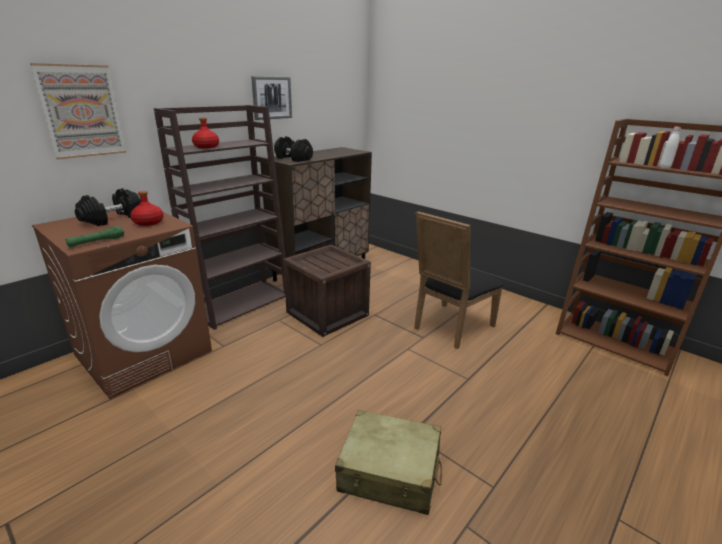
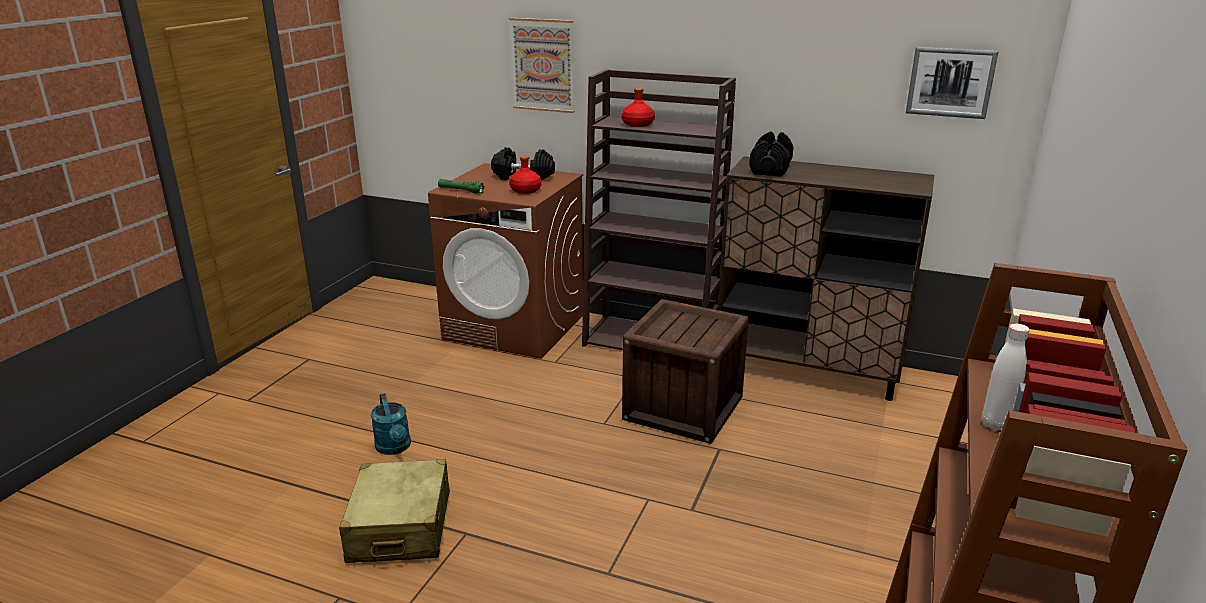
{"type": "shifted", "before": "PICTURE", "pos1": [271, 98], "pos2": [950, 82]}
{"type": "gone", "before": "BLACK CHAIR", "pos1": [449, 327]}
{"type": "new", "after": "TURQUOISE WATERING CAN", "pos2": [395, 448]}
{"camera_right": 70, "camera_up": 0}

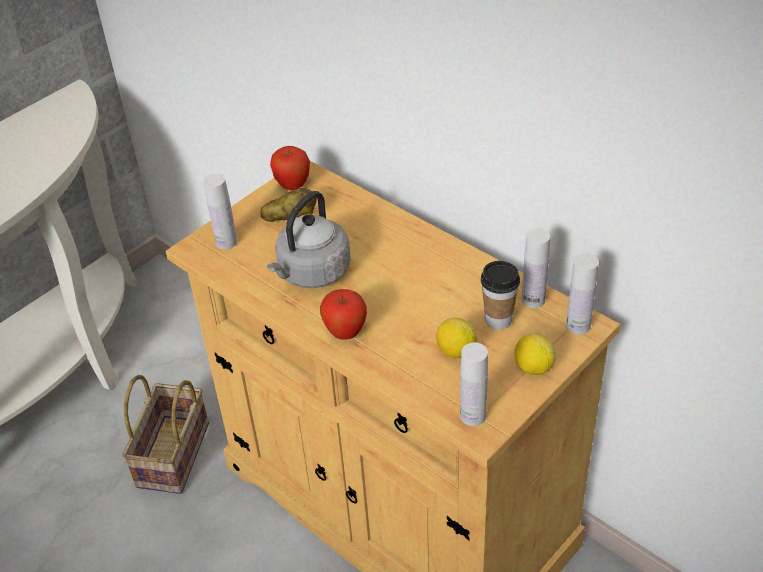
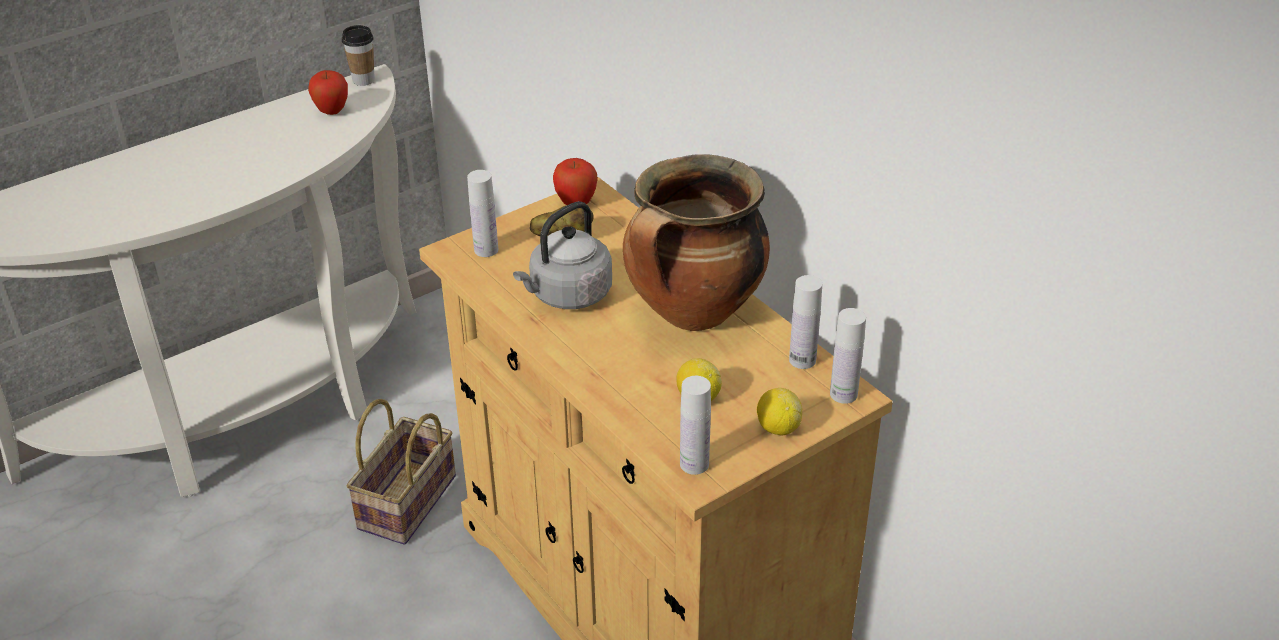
{"type": "shifted", "before": "APPLE", "pos1": [345, 333], "pos2": [332, 111]}
{"type": "shifted", "before": "CUP", "pos1": [498, 320], "pos2": [363, 80]}
{"type": "new", "after": "COOKING POT", "pos2": [693, 313]}
{"camera_right": 10, "camera_up": -5}

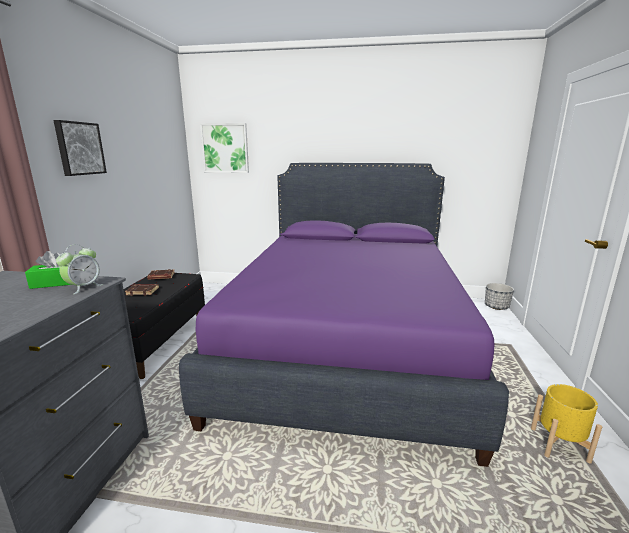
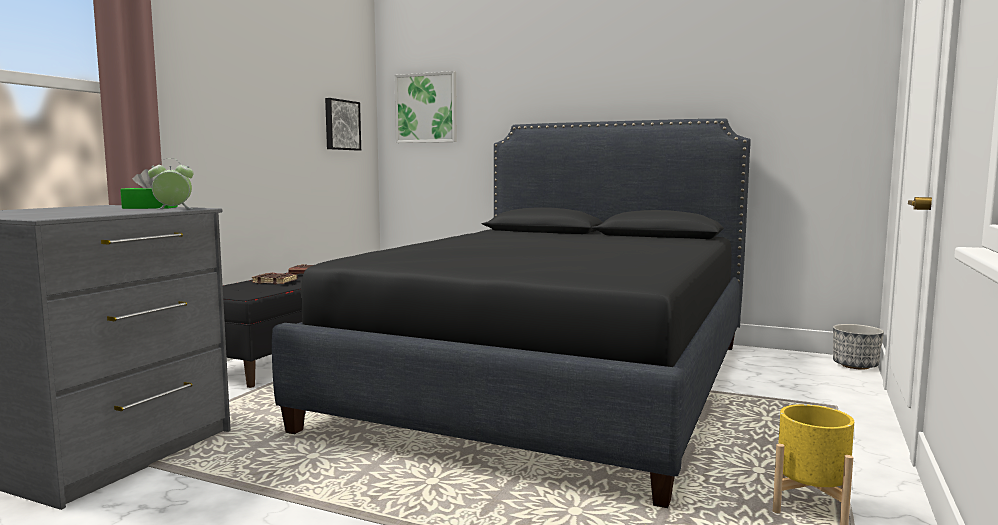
{"type": "shifted", "before": "PICTURE", "pos1": [79, 148], "pos2": [341, 125]}
{"type": "rotated", "before": "ALARM CLOCK", "pos1": [83, 288], "pos2": [173, 209], "turn": -150}
{"type": "repainted", "before": "PURPLE BED", "after": "BLACK BED", "pos1": [347, 343], "pos2": [554, 382]}
{"camera_right": 15, "camera_up": -10}

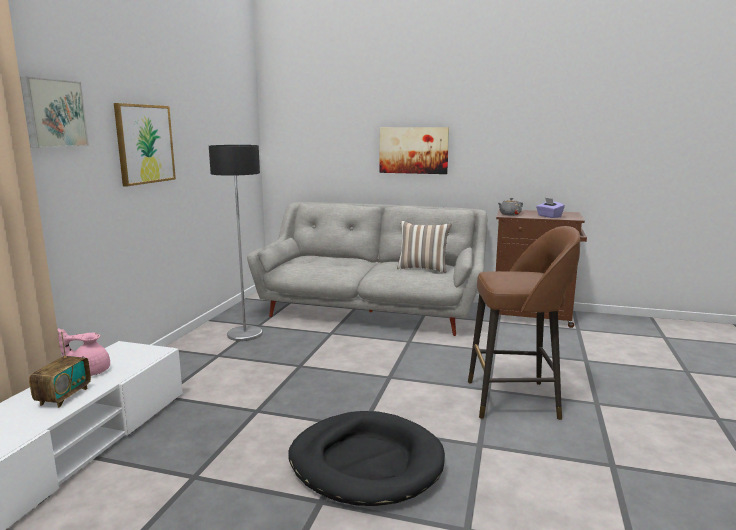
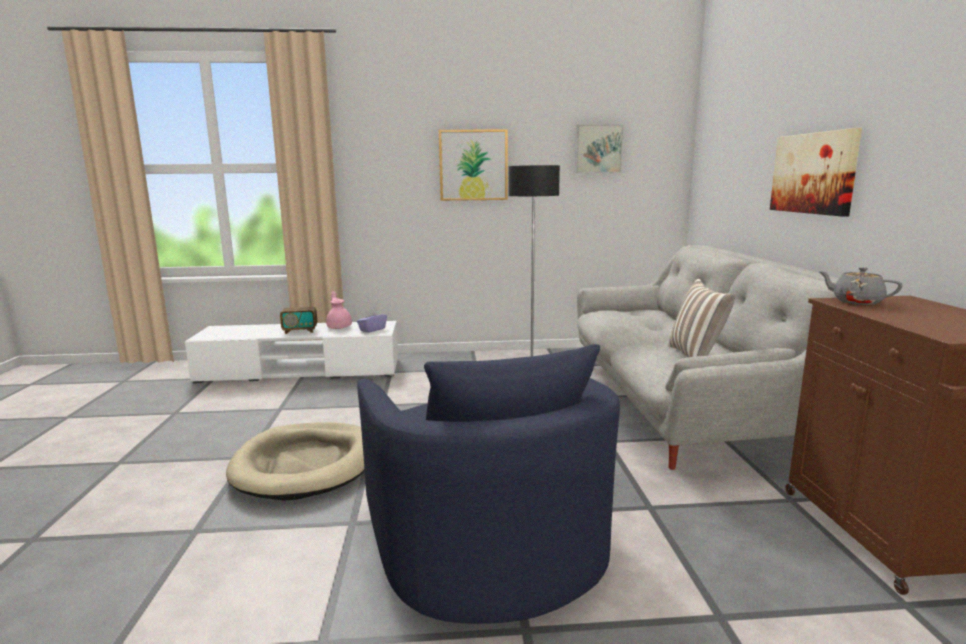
{"type": "shifted", "before": "PICTURE", "pos1": [53, 113], "pos2": [598, 149]}
{"type": "repainted", "before": "BLACK DOG BED", "after": "BEIGE DOG BED", "pos1": [366, 462], "pos2": [306, 465]}
{"type": "swapped", "before": "BROWN STOOL", "after": "BLUE ARMCHAIR", "pos1": [515, 400], "pos2": [485, 540]}
{"type": "shifted", "before": "PURPLE TISSUE BOX", "pos1": [549, 216], "pos2": [372, 329]}
{"camera_right": 70, "camera_up": 0}

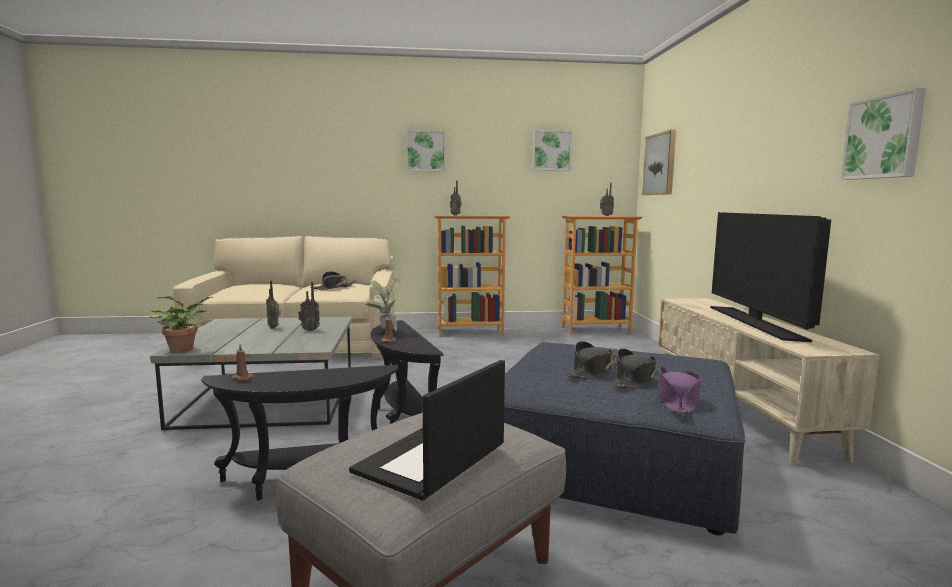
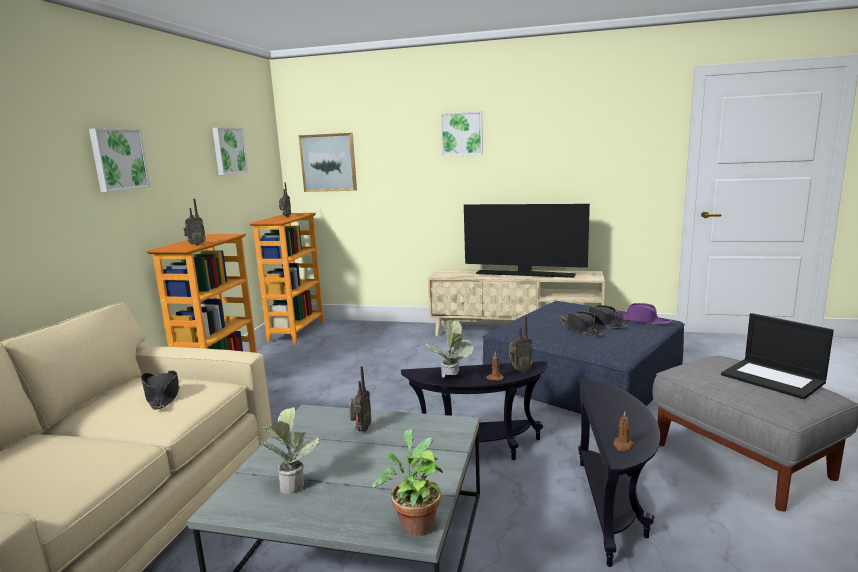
{"type": "shifted", "before": "RADIO", "pos1": [274, 327], "pos2": [519, 370]}
{"type": "shifted", "before": "PICTURE", "pos1": [884, 137], "pos2": [462, 134]}
{"type": "new", "after": "POTTED PLANT", "pos2": [293, 483]}
{"camera_right": -70, "camera_up": 5}

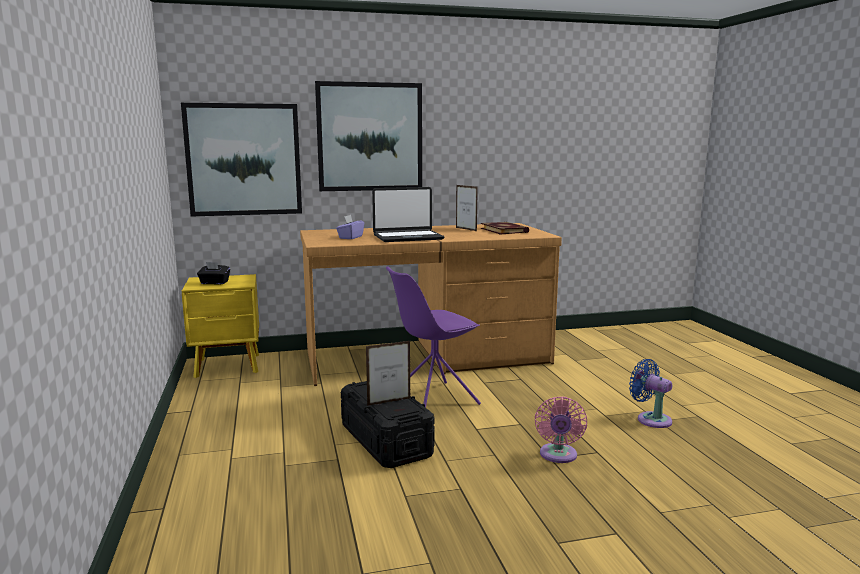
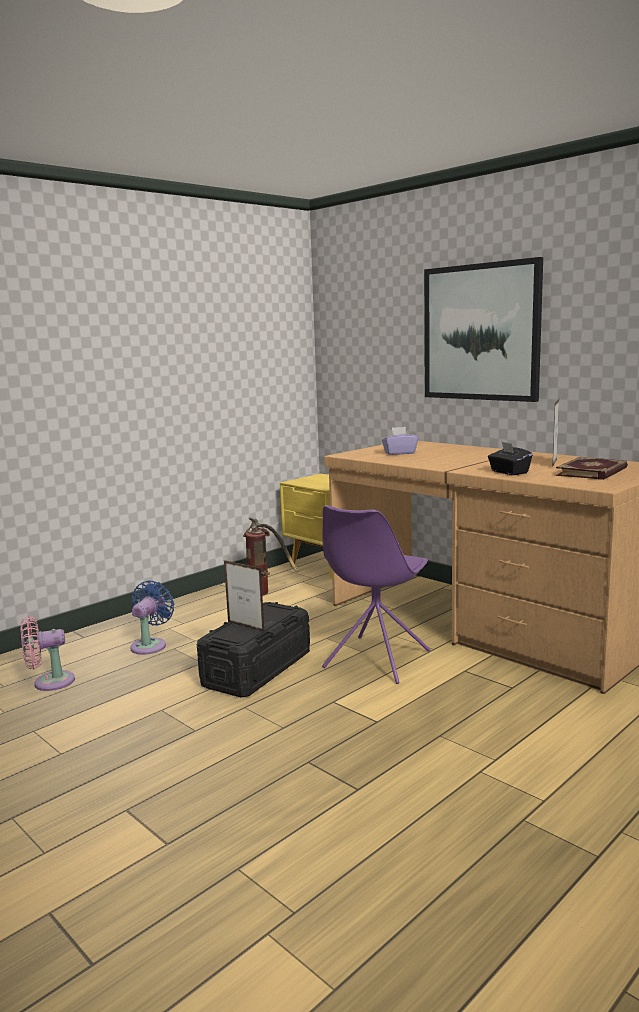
{"type": "gone", "before": "PICTURE", "pos1": [244, 160]}
{"type": "shifted", "before": "BLACK TISSUE BOX", "pos1": [214, 283], "pos2": [509, 472]}
{"type": "gone", "before": "LAPTOP", "pos1": [408, 237]}
{"type": "rotated", "before": "PURPLE CHAIR", "pos1": [432, 400], "pos2": [375, 660], "turn": -90}
{"type": "shifted", "before": "PINK FAN", "pos1": [558, 456], "pos2": [49, 682]}
{"type": "shifted", "before": "BLUE FAN", "pos1": [651, 419], "pos2": [150, 645]}
{"type": "new", "after": "FIRE EXTINGUISHER", "pos2": [266, 591]}
{"camera_right": 60, "camera_up": 0}

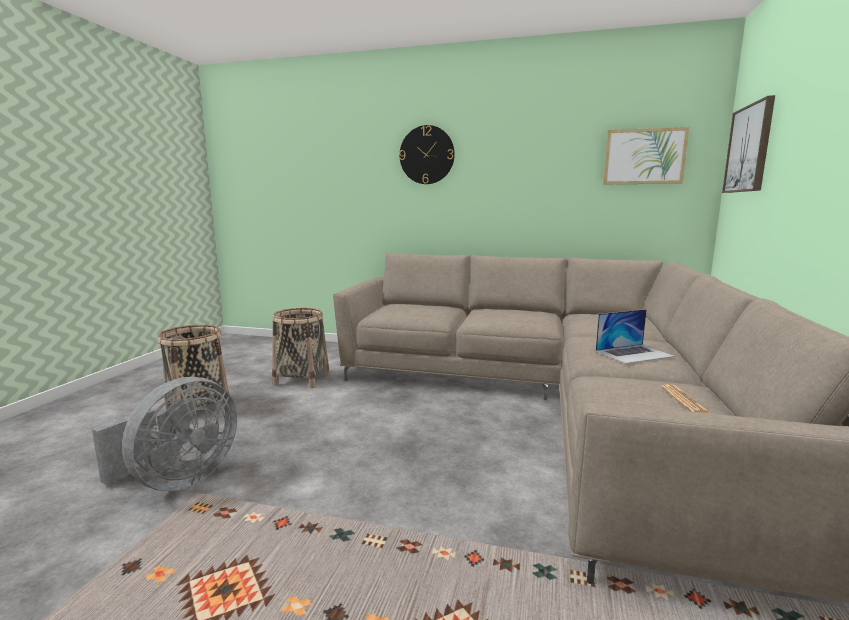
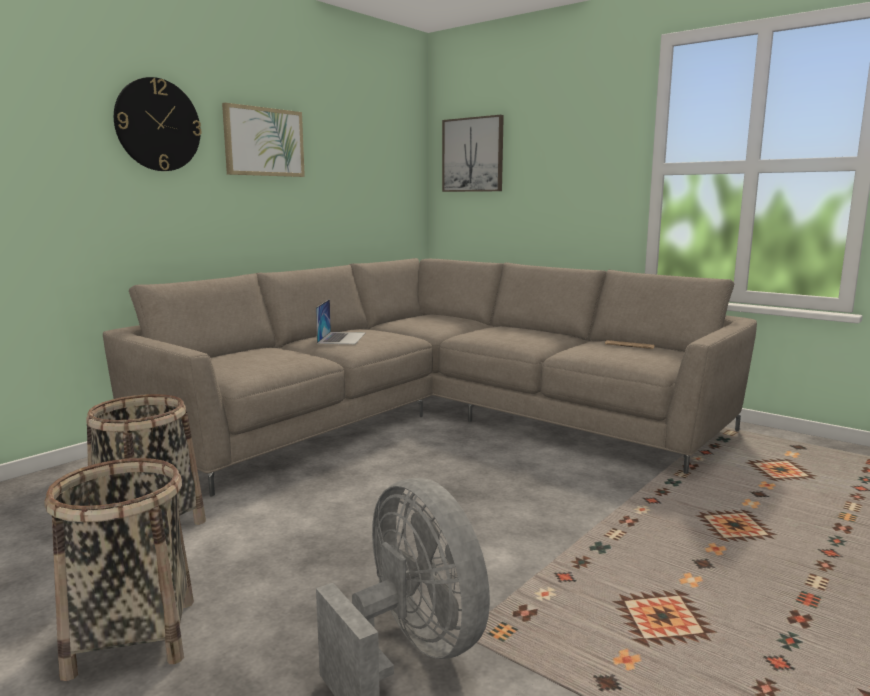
{"type": "shifted", "before": "LAPTOP", "pos1": [634, 353], "pos2": [342, 338]}
{"type": "shifted", "before": "PICTURE", "pos1": [644, 156], "pos2": [264, 142]}
{"camera_right": -65, "camera_up": 0}

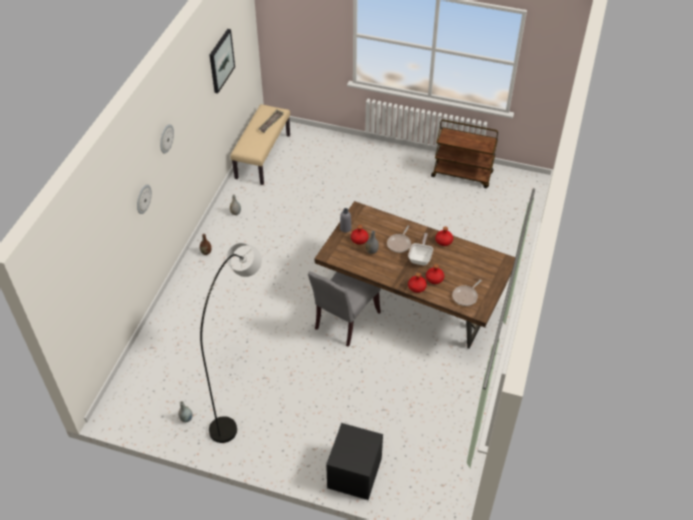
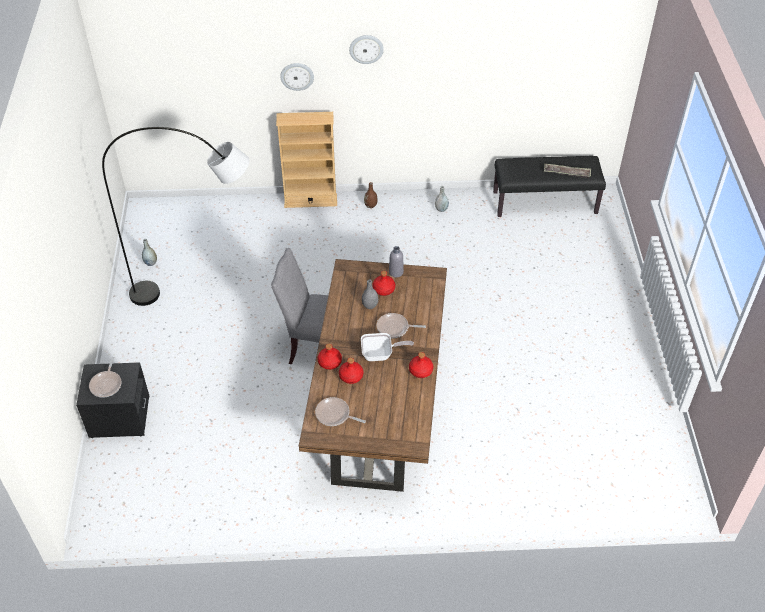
{"type": "gone", "before": "PICTURE", "pos1": [221, 60]}
{"type": "repainted", "before": "BEIGE BENCH", "after": "BLACK BENCH", "pos1": [262, 156], "pos2": [545, 202]}
{"type": "gone", "before": "BROWN CART", "pos1": [462, 175]}
{"type": "new", "after": "FRYING PAN", "pos2": [106, 384]}
{"type": "new", "after": "BEIGE BOOKCASE", "pos2": [310, 201]}
{"camera_right": 70, "camera_up": 0}

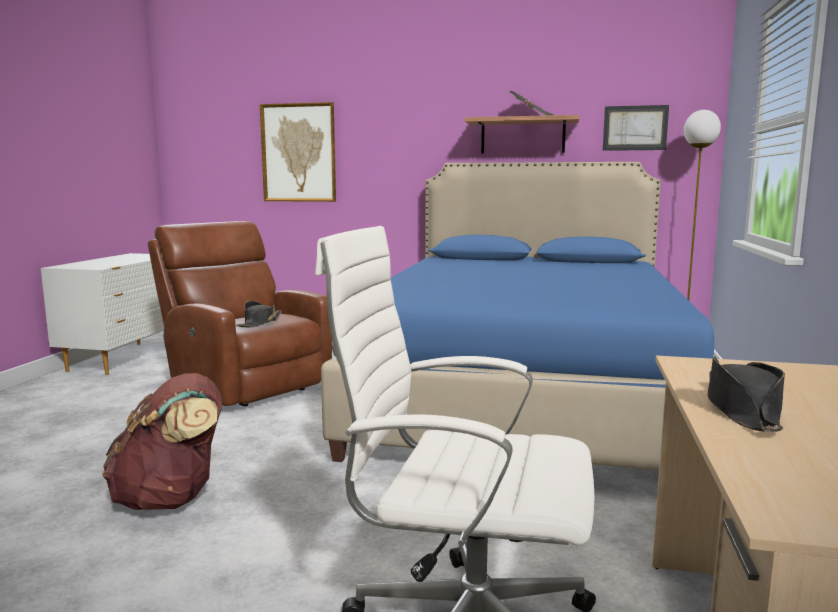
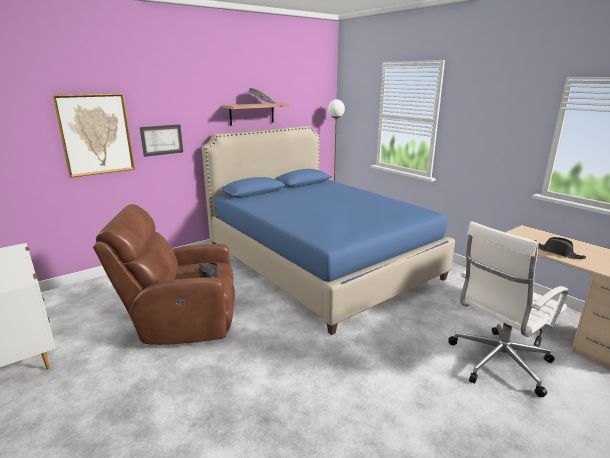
{"type": "gone", "before": "BROWN BACKPACK", "pos1": [171, 498]}
{"type": "shifted", "before": "PICTURE", "pos1": [635, 128], "pos2": [162, 140]}
{"camera_right": -50, "camera_up": 10}

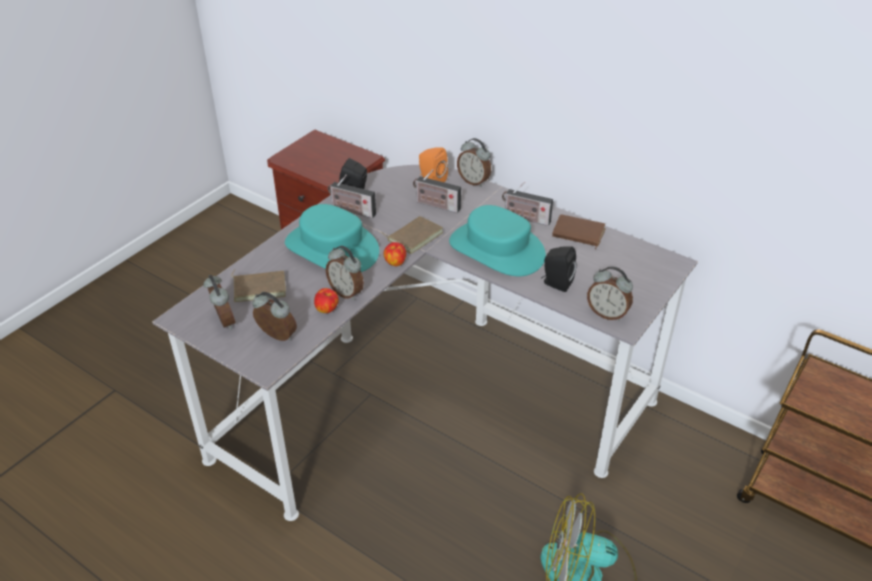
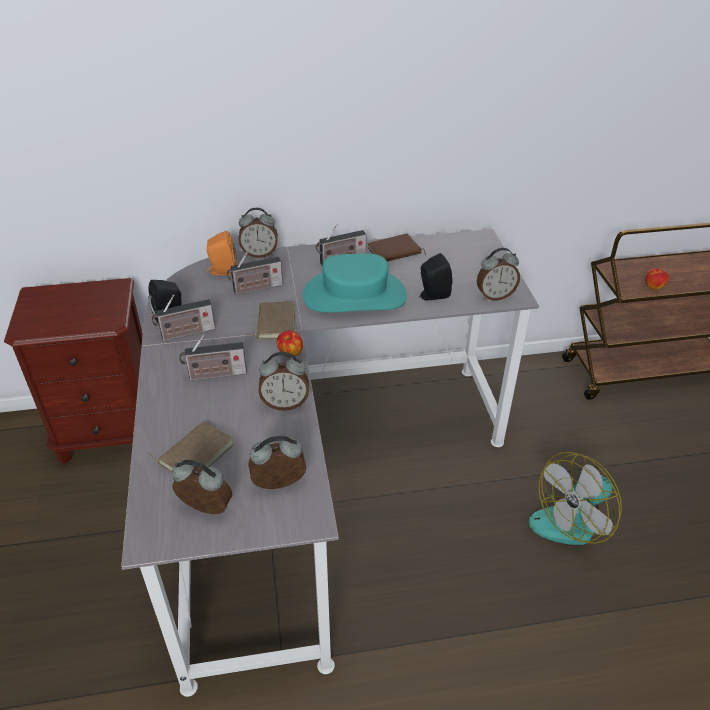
{"type": "swapped", "before": "TURQUOISE HAT", "after": "RADIO", "pos1": [332, 248], "pos2": [215, 375]}
{"type": "shifted", "before": "APPLE", "pos1": [327, 309], "pos2": [654, 286]}
{"camera_right": -45, "camera_up": 0}

